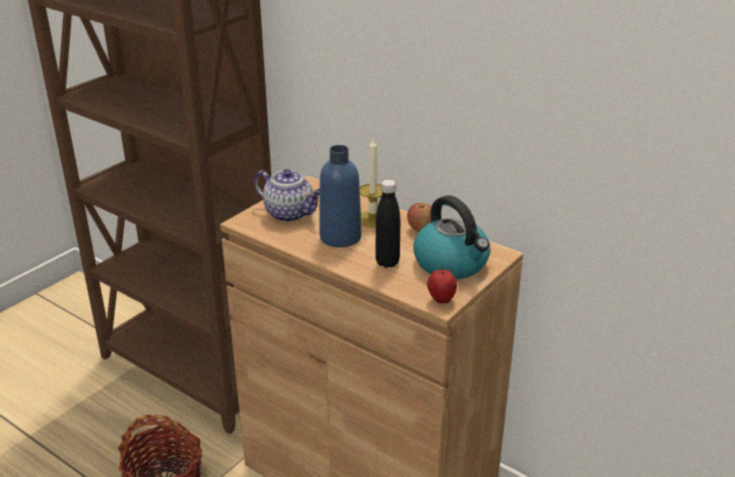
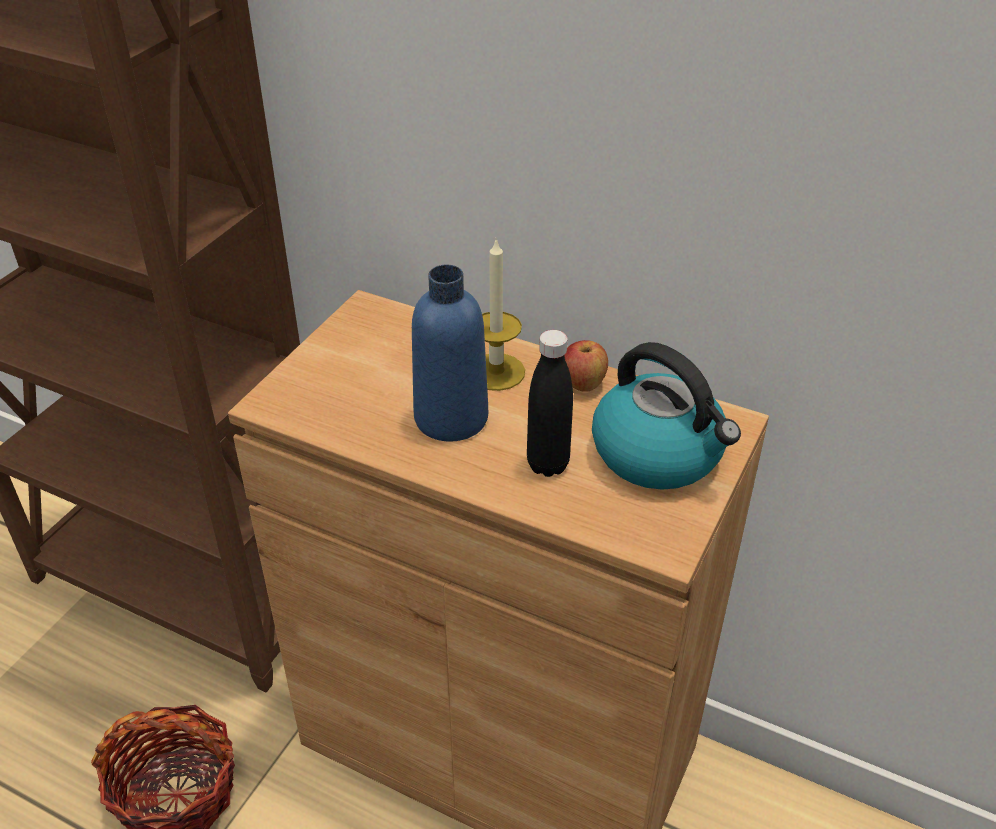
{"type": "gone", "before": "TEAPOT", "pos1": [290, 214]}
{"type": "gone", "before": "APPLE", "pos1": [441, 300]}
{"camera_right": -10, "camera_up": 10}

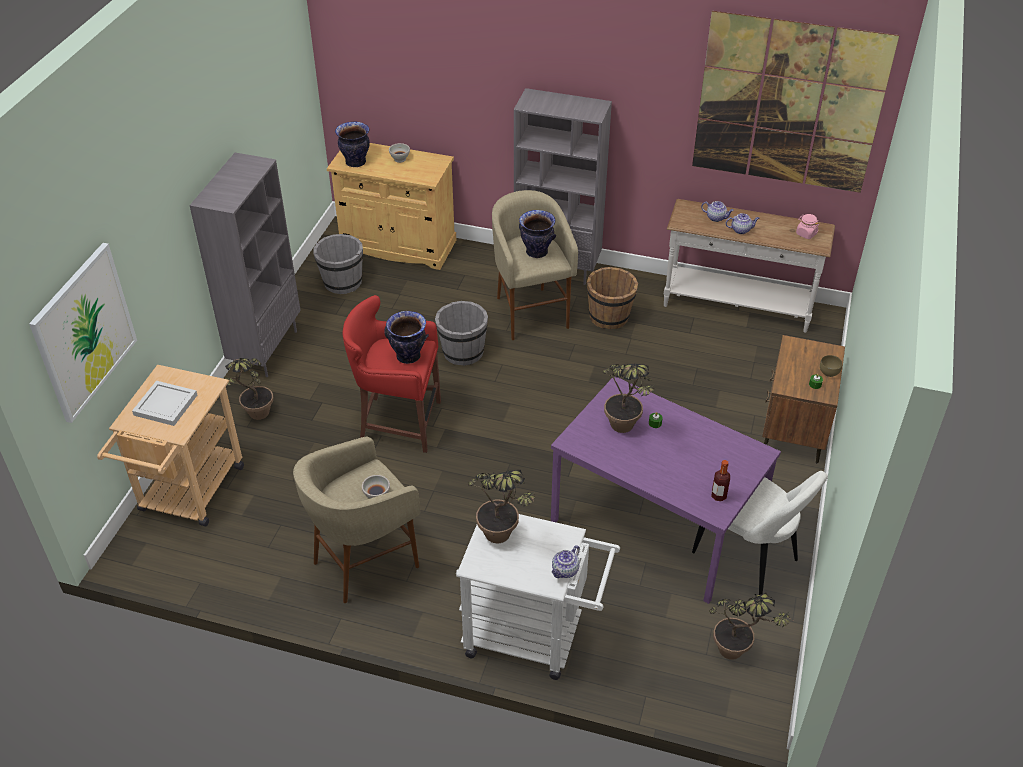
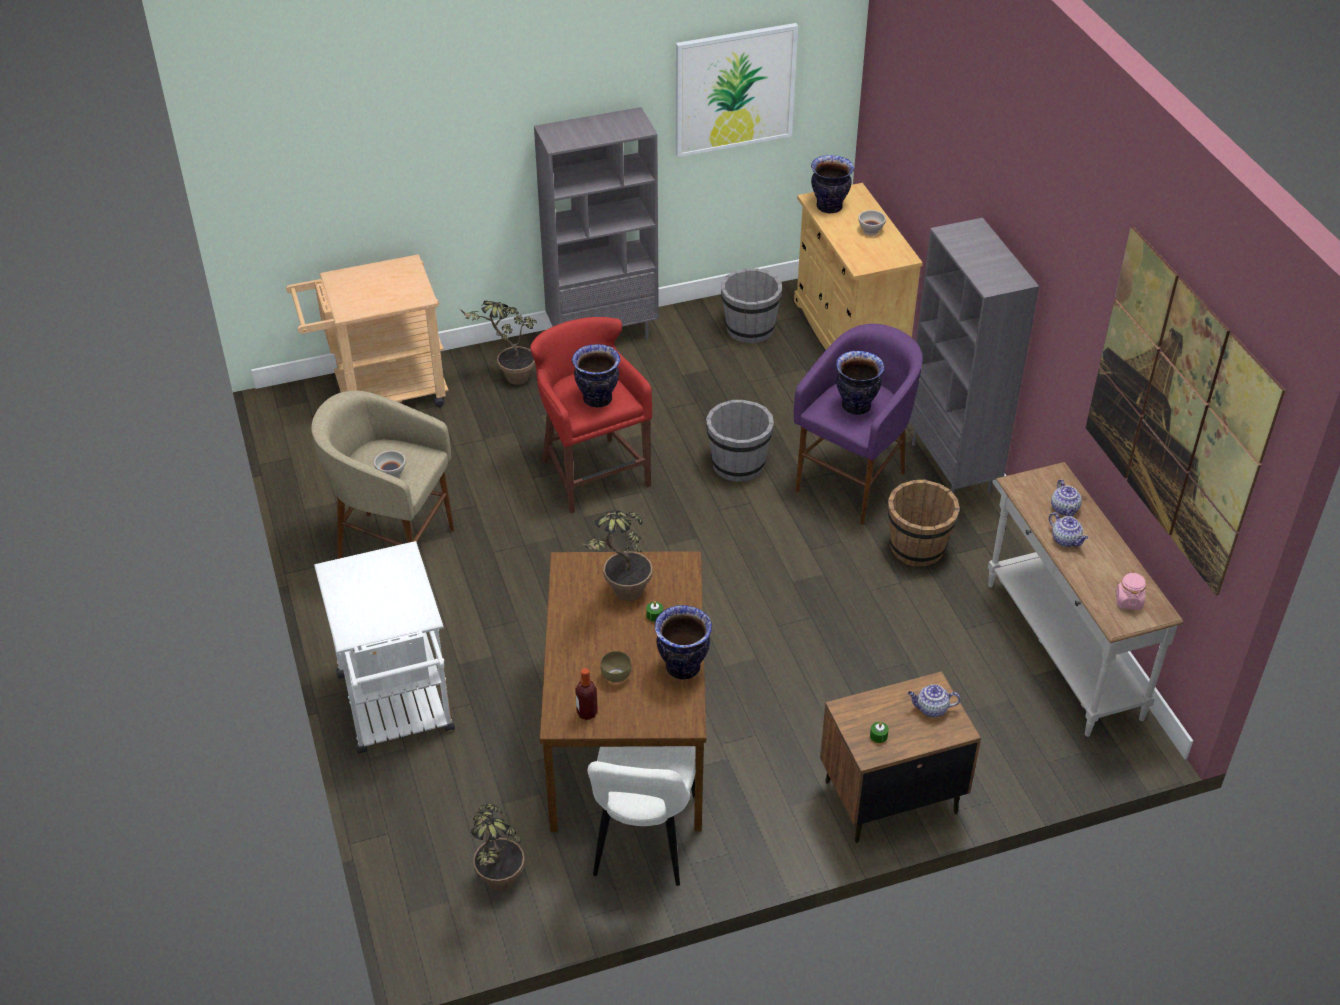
{"type": "shifted", "before": "PICTURE", "pos1": [84, 332], "pos2": [734, 89]}
{"type": "gone", "before": "WHITE TRAY", "pos1": [166, 404]}
{"type": "gone", "before": "POTTED PLANT", "pos1": [503, 539]}
{"type": "repainted", "before": "BEIGE STOOL", "after": "PURPLE STOOL", "pos1": [530, 313], "pos2": [853, 483]}
{"type": "repainted", "before": "PURPLE DINING TABLE", "after": "BROWN DINING TABLE", "pos1": [657, 524], "pos2": [628, 737]}
{"type": "shifted", "before": "TEAPOT", "pos1": [565, 571], "pos2": [931, 709]}
{"type": "shifted", "before": "BROWN BOWL", "pos1": [828, 373], "pos2": [615, 676]}
{"type": "new", "after": "VASE", "pos2": [682, 667]}
{"camera_right": 55, "camera_up": 0}

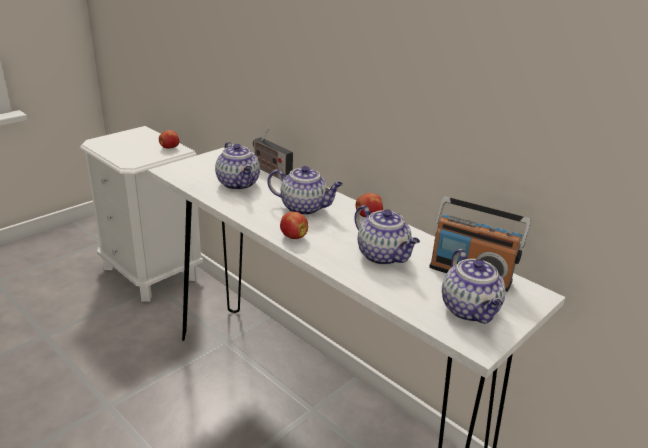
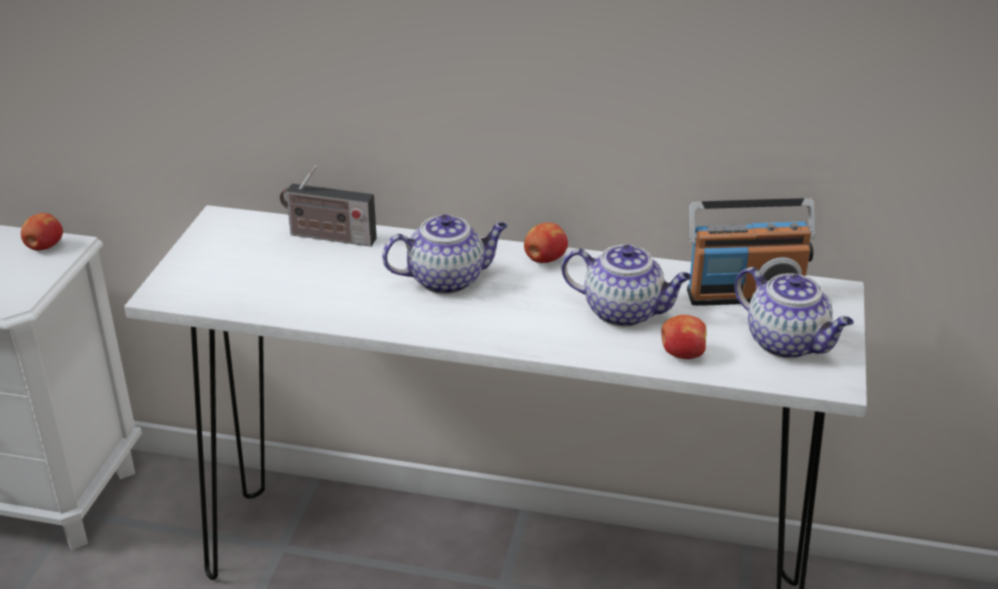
{"type": "gone", "before": "TEAPOT", "pos1": [239, 184]}
{"type": "shifted", "before": "APPLE", "pos1": [293, 236], "pos2": [682, 354]}
{"camera_right": -30, "camera_up": 5}

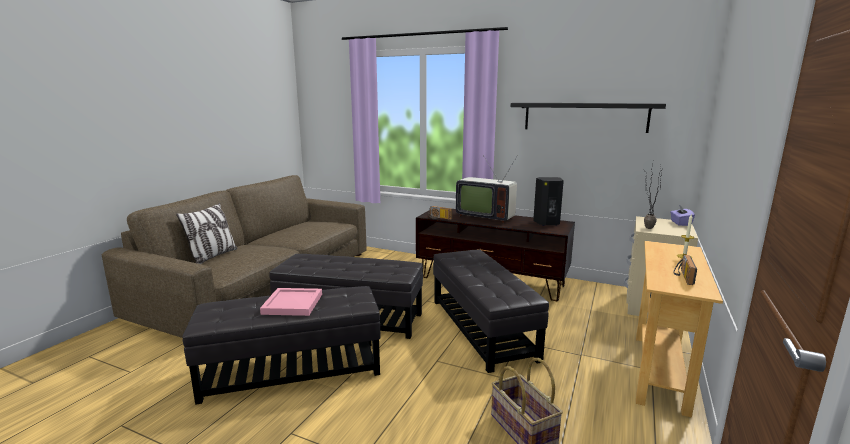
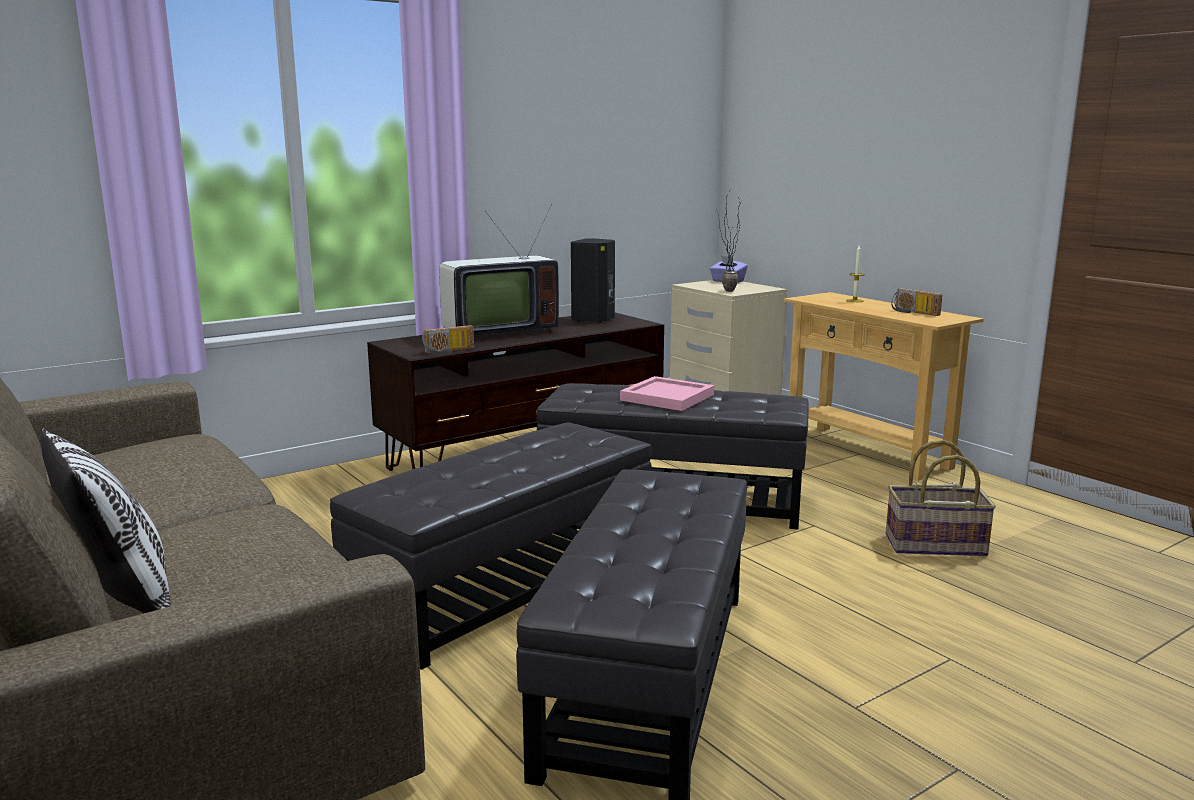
{"type": "shifted", "before": "PINK TRAY", "pos1": [293, 303], "pos2": [667, 397]}
{"type": "gone", "before": "BLACK SHELF", "pos1": [584, 117]}
{"camera_right": -60, "camera_up": 0}

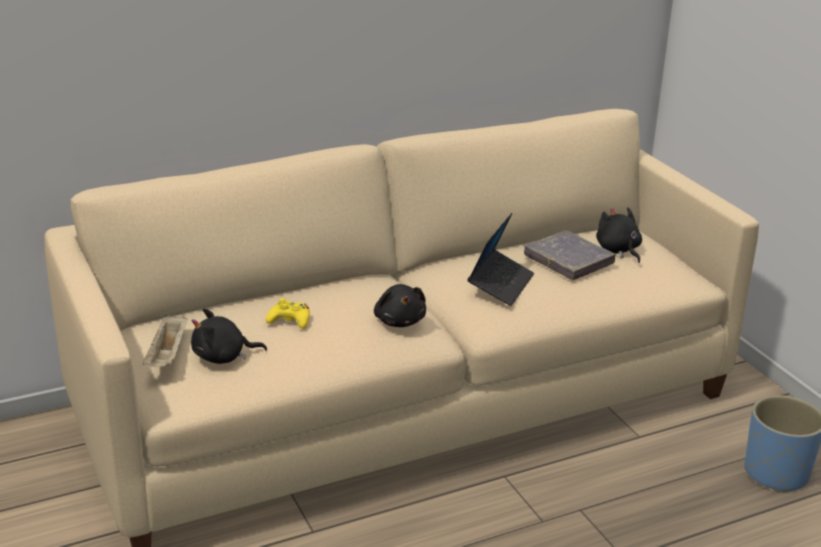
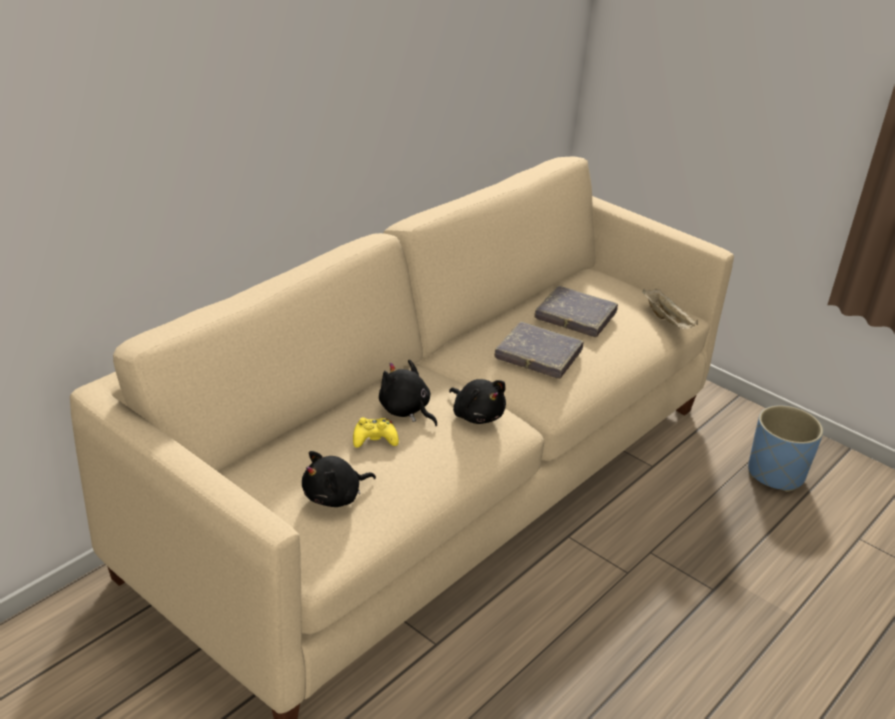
{"type": "shifted", "before": "BEIGE TRAY", "pos1": [168, 355], "pos2": [667, 320]}
{"type": "swapped", "before": "LAPTOP", "after": "GREY BOOK", "pos1": [500, 284], "pos2": [538, 355]}
{"type": "shifted", "before": "BLACK PLUSH TOY", "pos1": [618, 250], "pos2": [405, 410]}
{"camera_right": -25, "camera_up": 5}

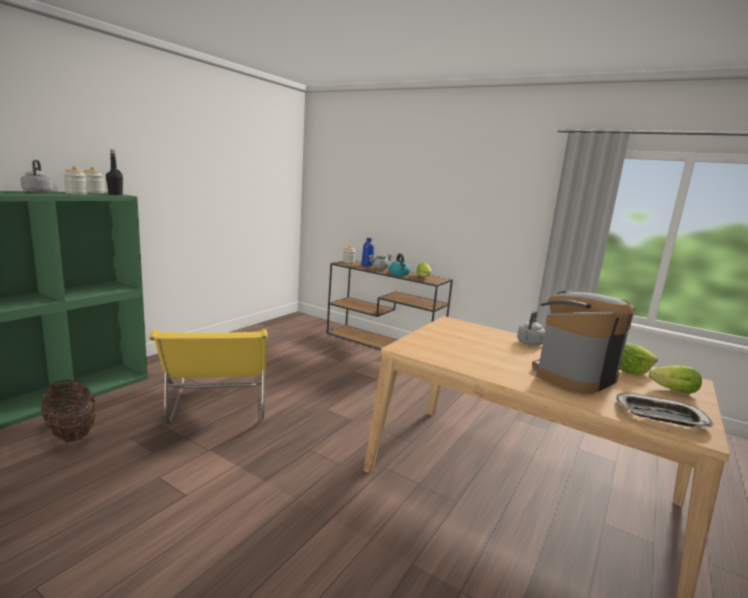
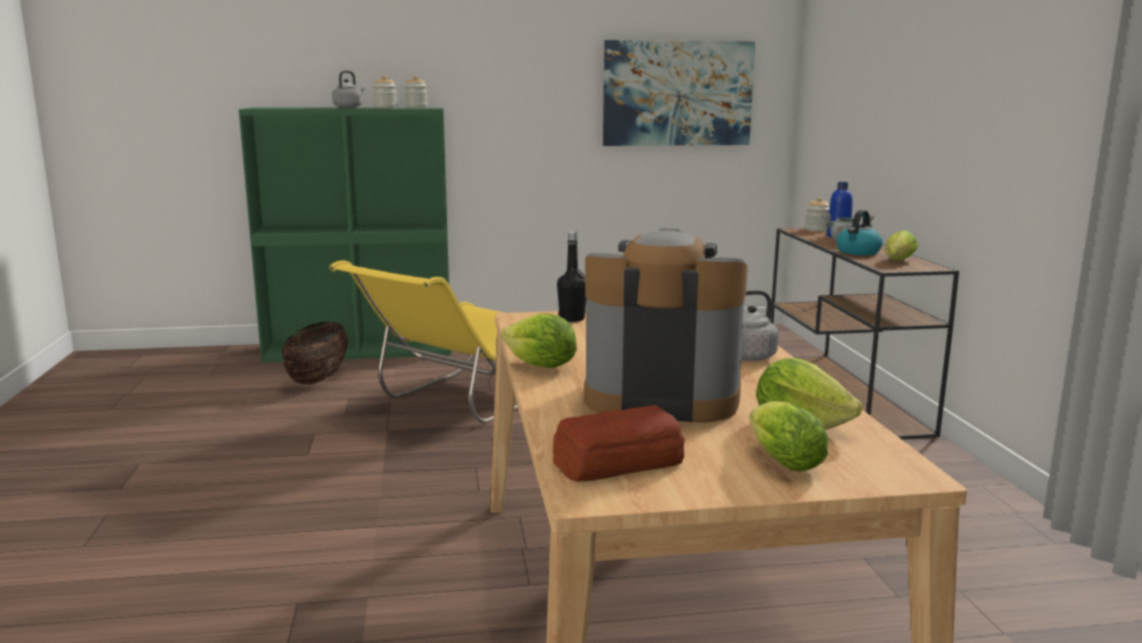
{"type": "shifted", "before": "BLACK BOTTLE", "pos1": [115, 194], "pos2": [572, 319]}
{"type": "swapped", "before": "TRAY", "after": "BREAD", "pos1": [659, 416], "pos2": [616, 462]}
{"type": "new", "after": "LETTUCE", "pos2": [540, 366]}
{"type": "new", "after": "PICTURE", "pos2": [677, 93]}
{"camera_right": 50, "camera_up": 0}

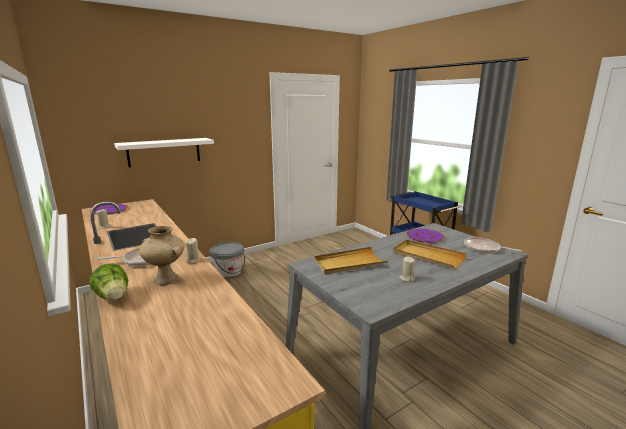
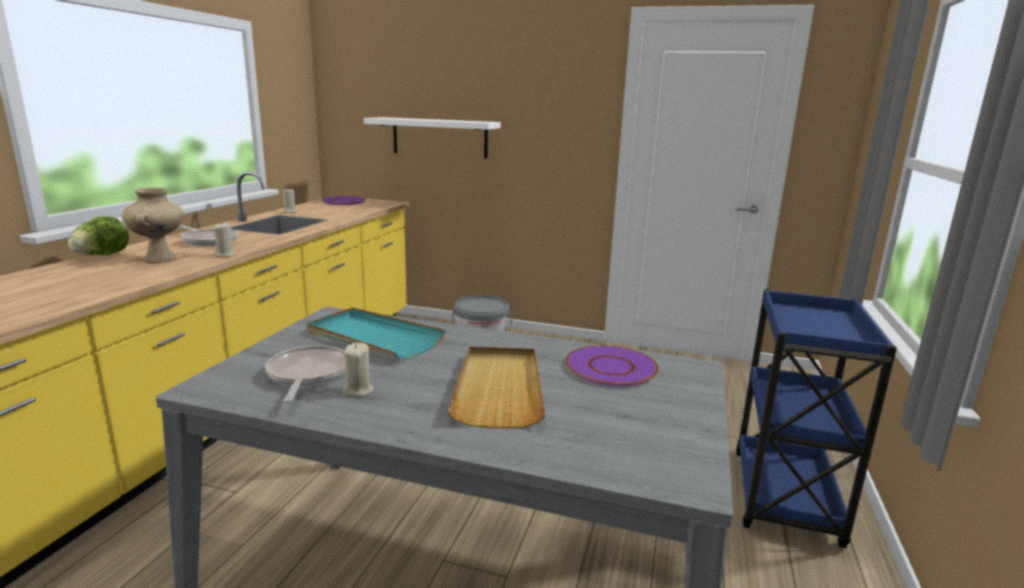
{"type": "repainted", "before": "BEIGE TRAY", "after": "TURQUOISE TRAY", "pos1": [349, 263], "pos2": [373, 337]}
{"type": "shifted", "before": "FRYING PAN", "pos1": [484, 249], "pos2": [307, 375]}
{"camera_right": 50, "camera_up": 0}

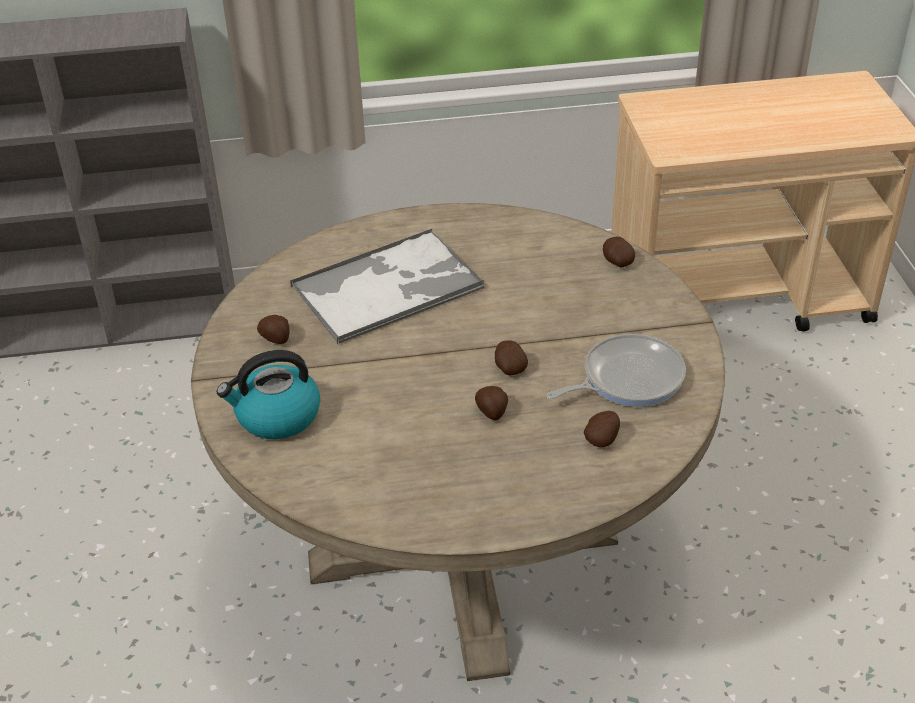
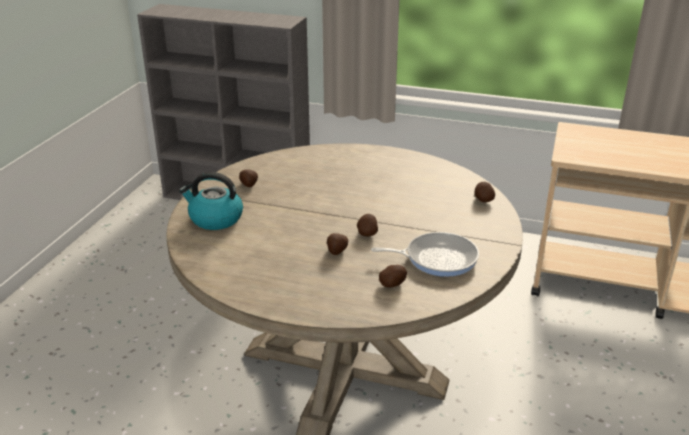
{"type": "gone", "before": "TRAY", "pos1": [388, 287]}
{"camera_right": 25, "camera_up": -10}

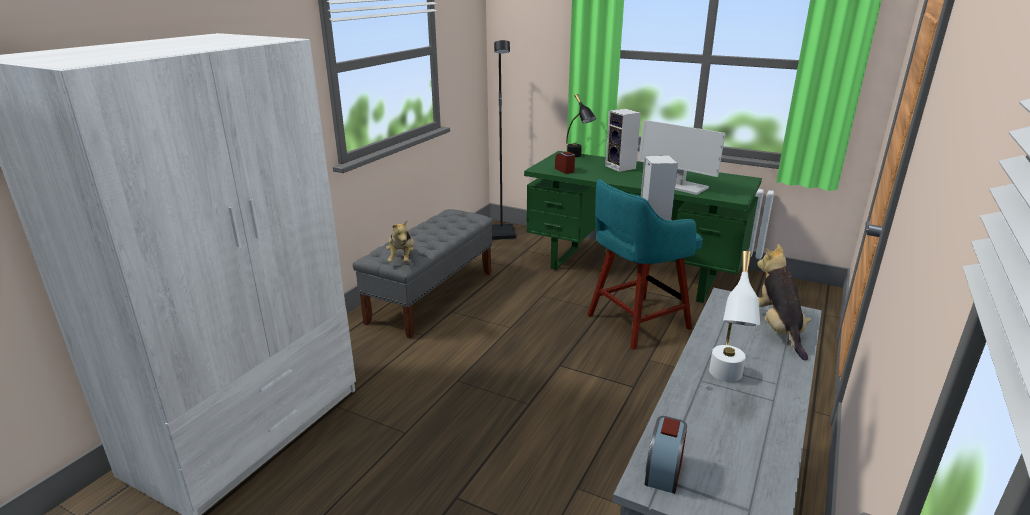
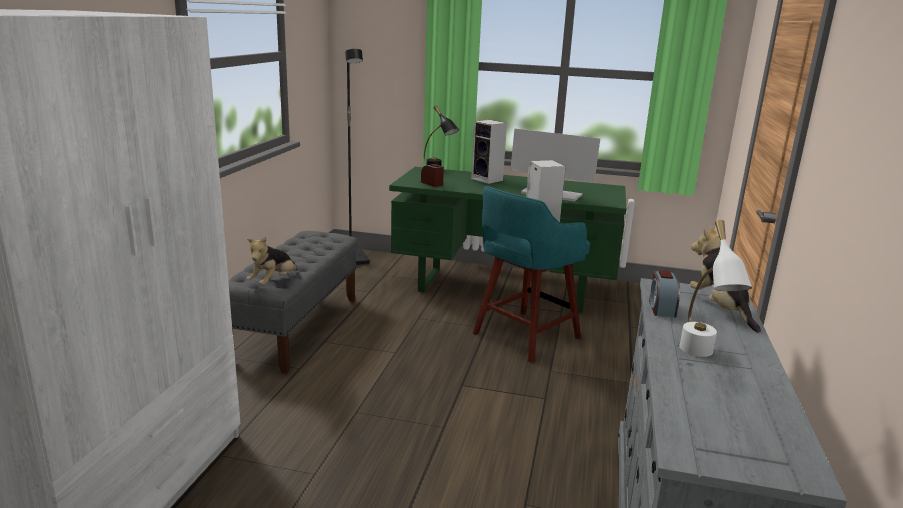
{"type": "rotated", "before": "PLUSH TOY", "pos1": [402, 259], "pos2": [273, 282], "turn": 45}
{"type": "shifted", "before": "ALARM CLOCK", "pos1": [663, 470], "pos2": [661, 308]}
{"camera_right": -15, "camera_up": -5}

